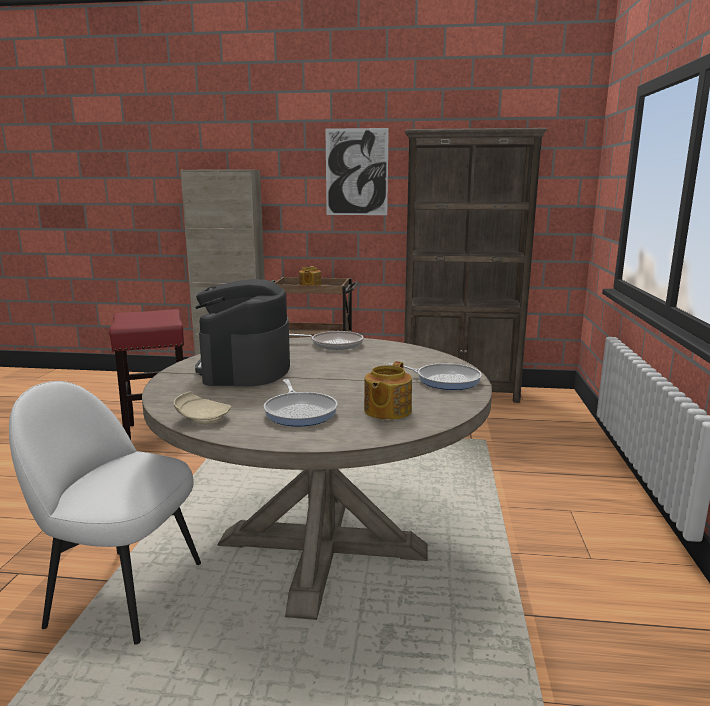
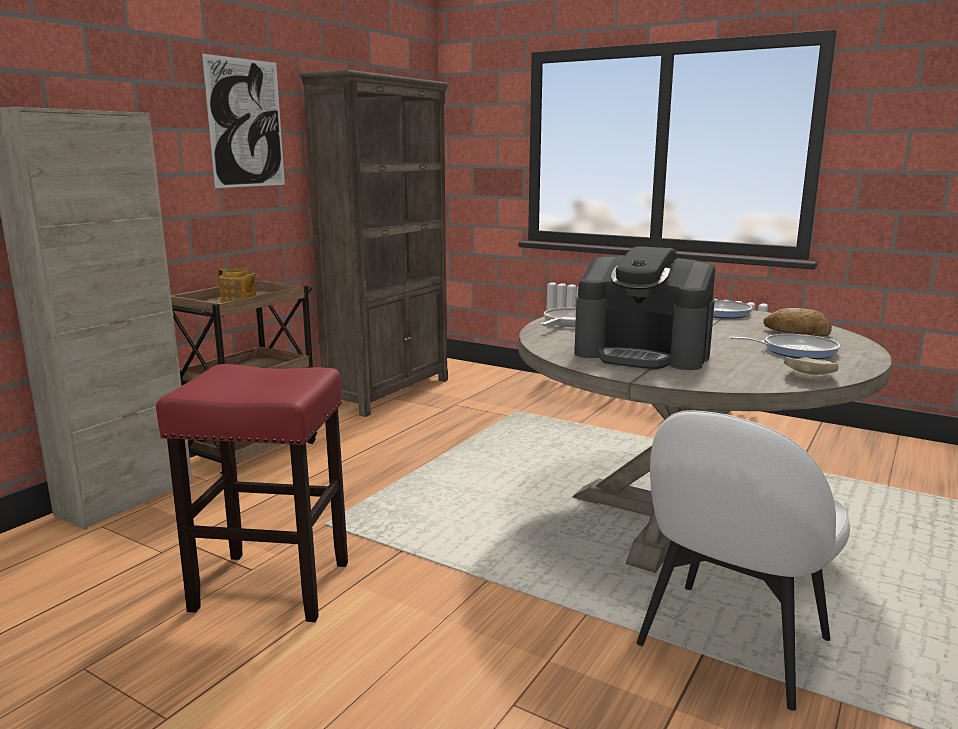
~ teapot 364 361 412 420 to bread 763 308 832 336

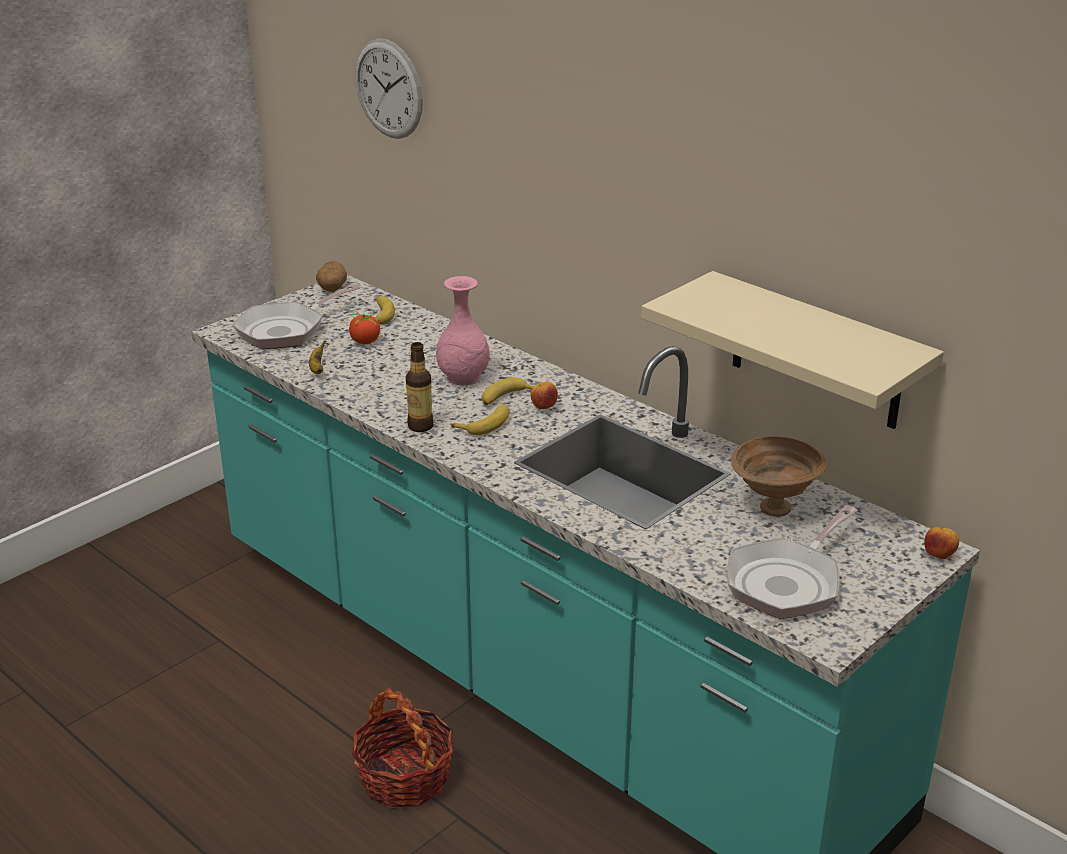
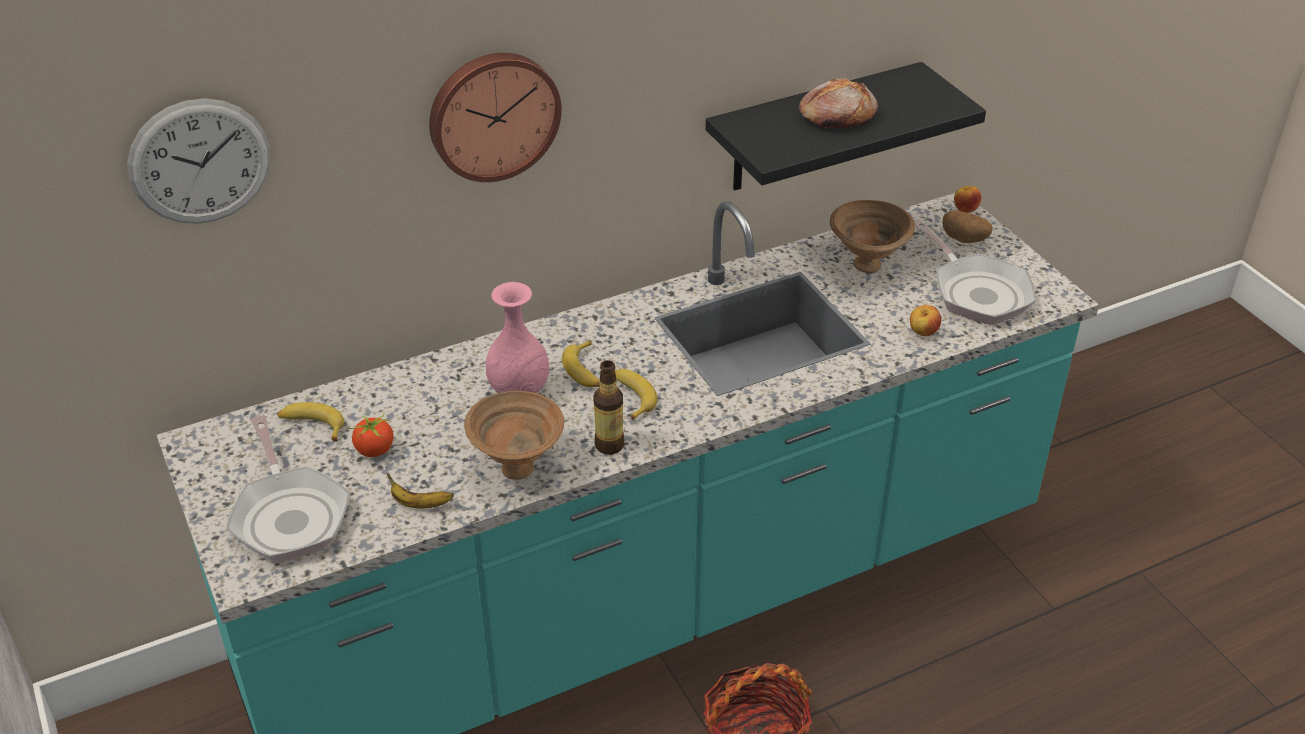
+ wall_clock 429 53 562 182
+ brown_bowl 464 391 564 480
~ beige_shelf 641 271 944 429 to black_shelf 706 62 986 190
+ bread 799 78 878 128
~ apple 530 382 558 409 to 910 305 941 336
~ potato 316 261 347 292 to 943 210 993 243

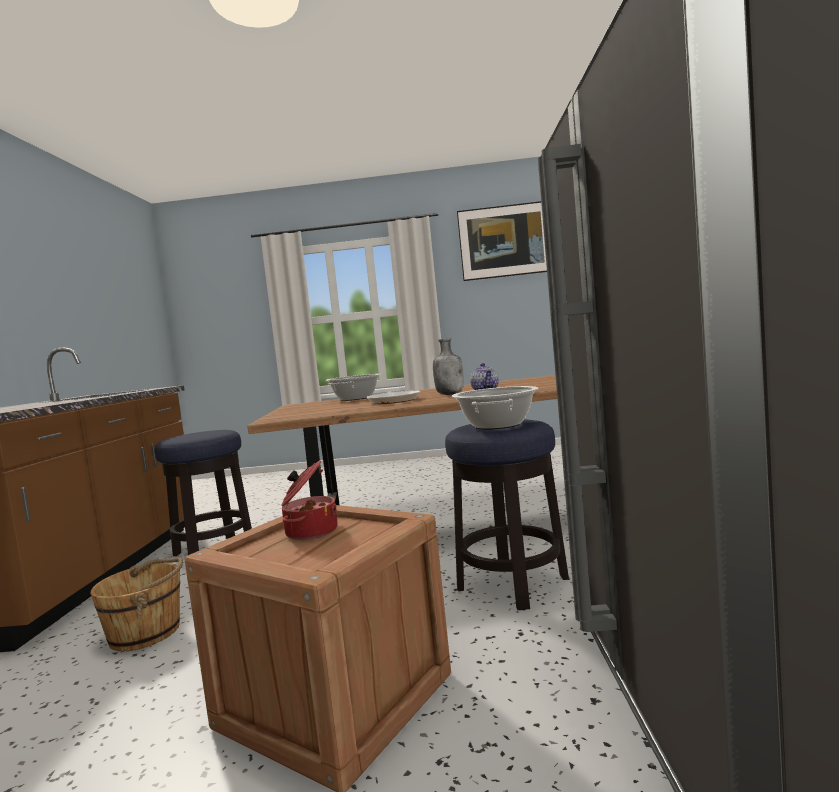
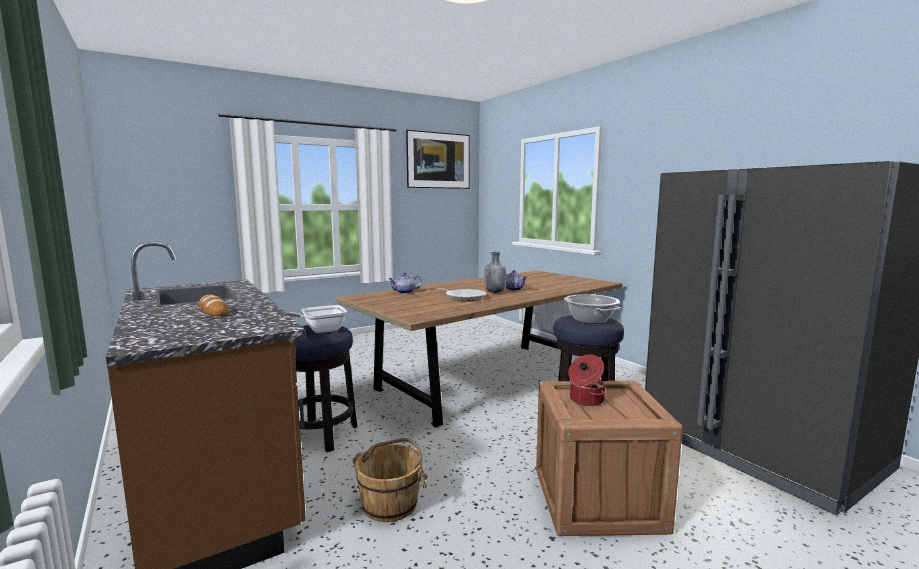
+ bread 199 295 228 316
+ frying_pan 285 305 347 333
~ cooking_pot 326 374 381 401 to teapot 388 273 422 294

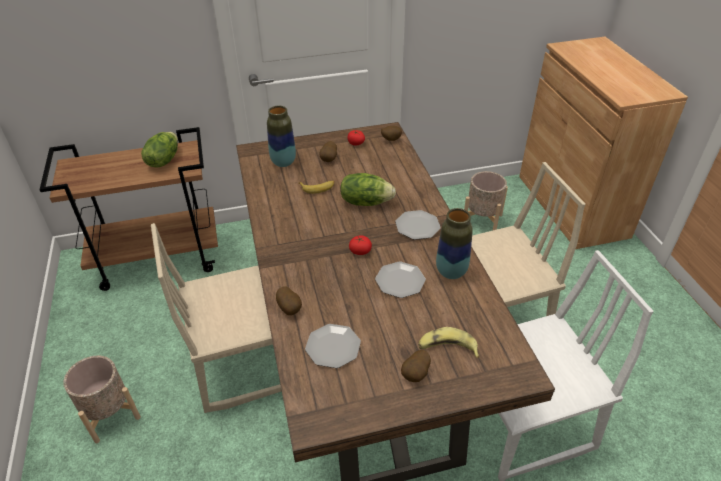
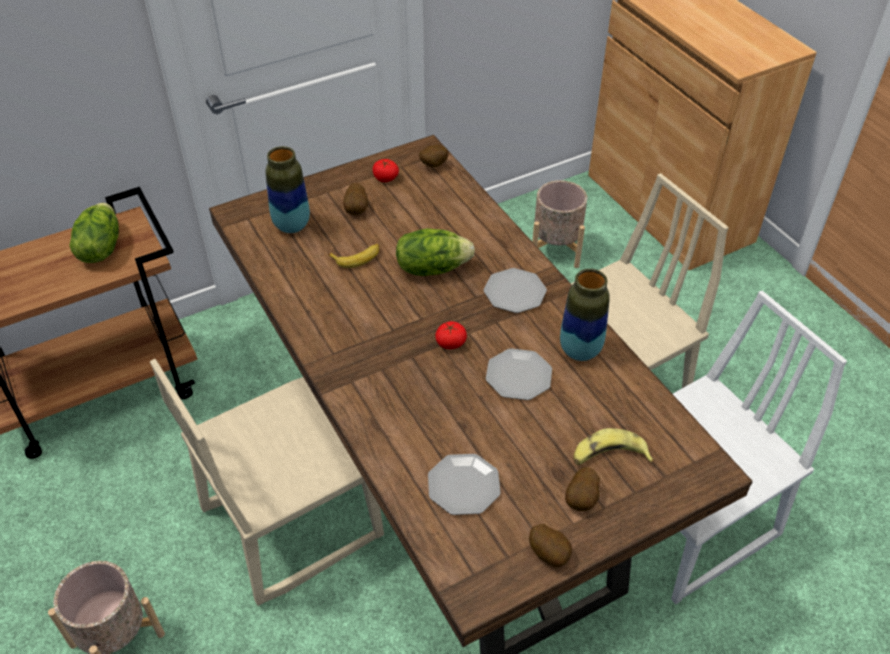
~ potato 276 287 302 315 to 529 524 572 567

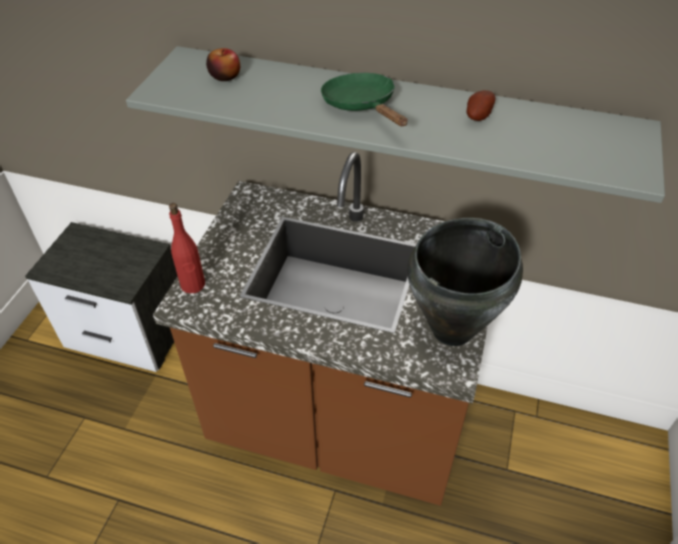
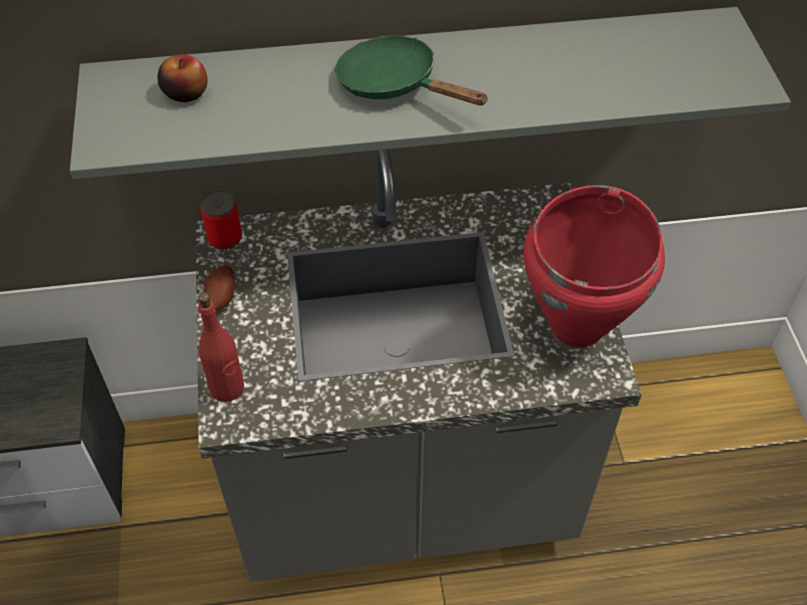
~ brown_counter 153 152 488 506 to grey_counter 195 149 642 581
+ can 200 190 242 250
~ potato 467 90 495 121 to 204 265 235 310
~ black_cooking_pot 407 218 523 346 to red_cooking_pot 523 185 665 348

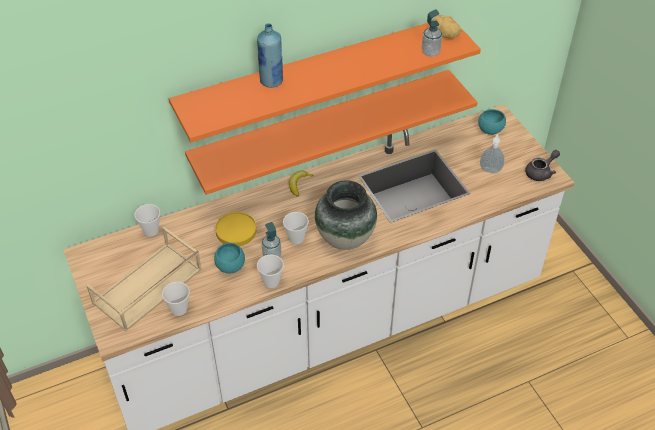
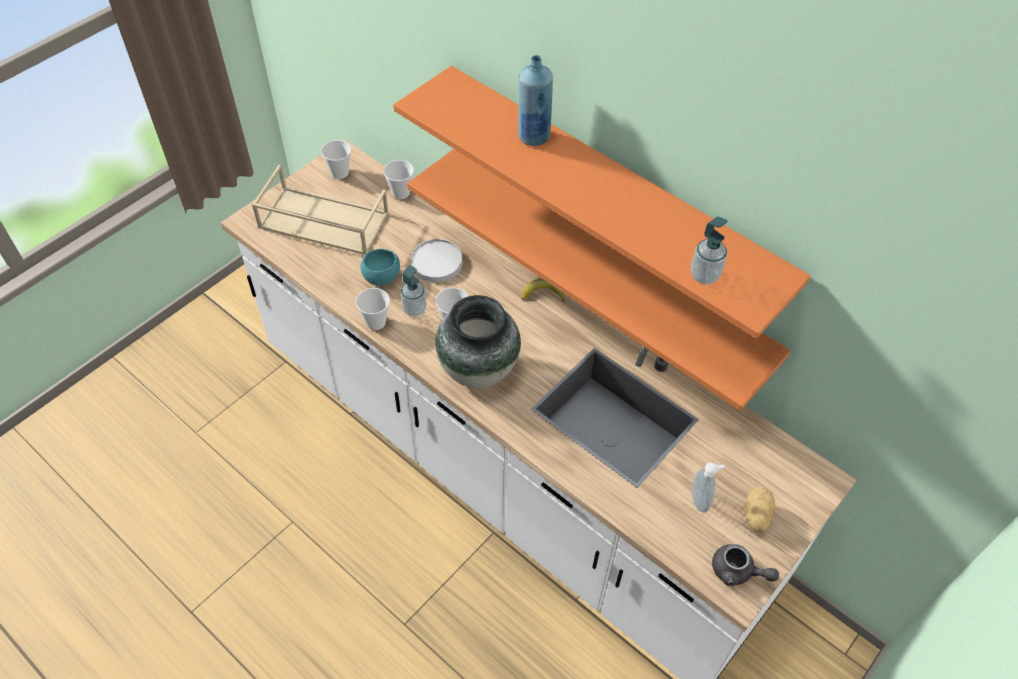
~ cup 162 282 190 316 to 321 140 351 179
~ yellow_plate 215 212 256 246 to white_plate 411 239 462 282
~ potato 432 15 462 38 to 744 487 775 532
- turquoise_bowl 478 109 506 135

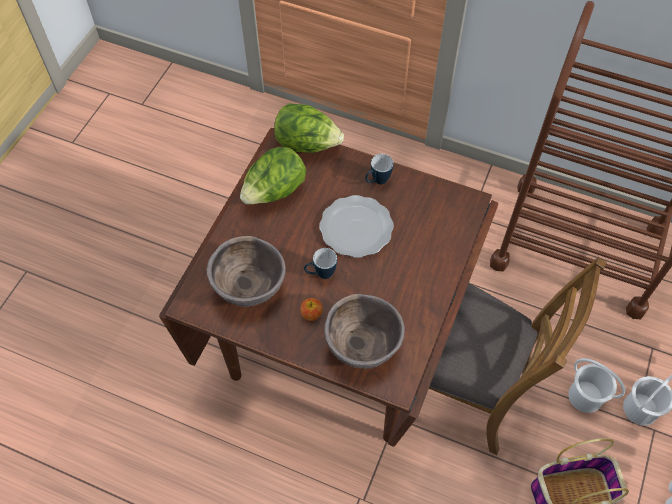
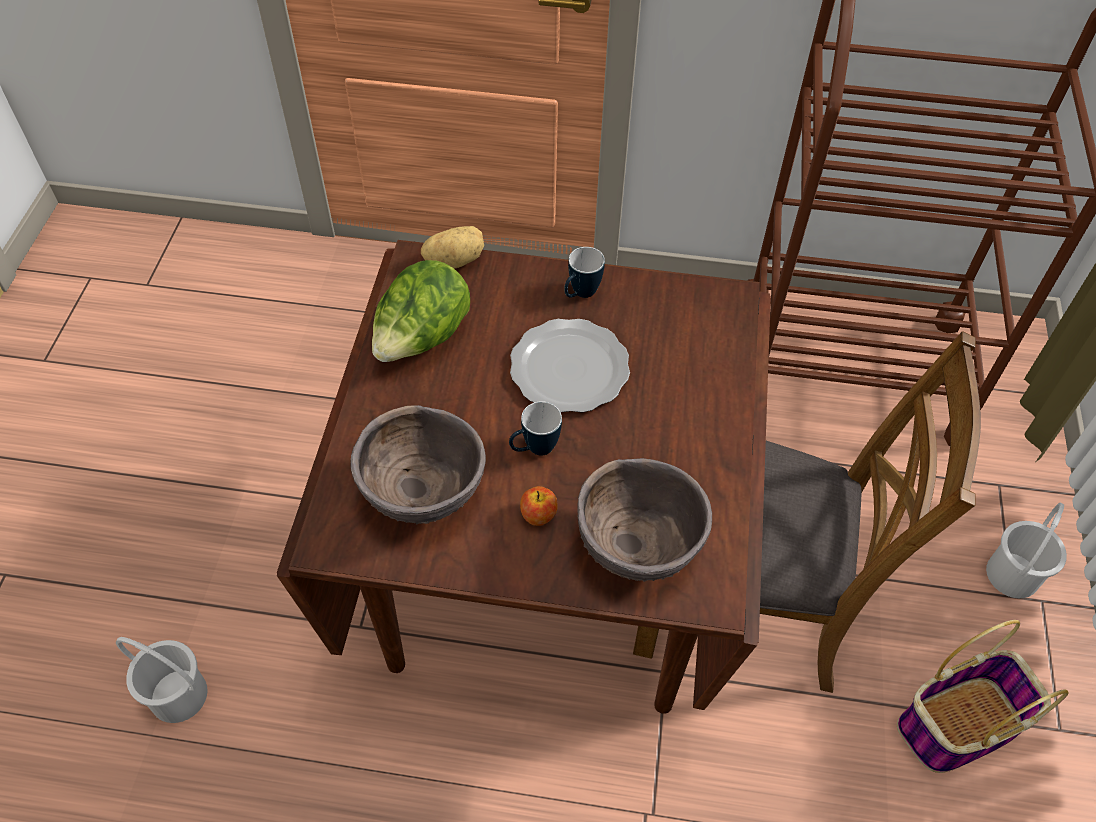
~ white_bucket 568 358 625 413 to 116 637 208 723
~ lettuce 274 103 344 153 to potato 421 226 484 269

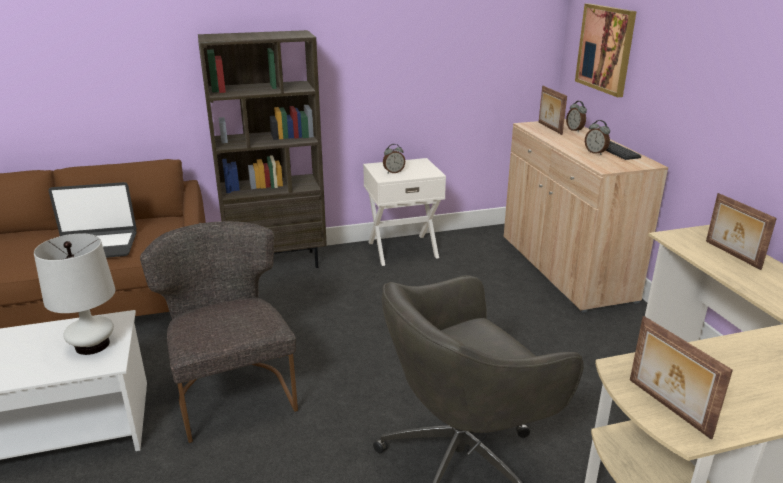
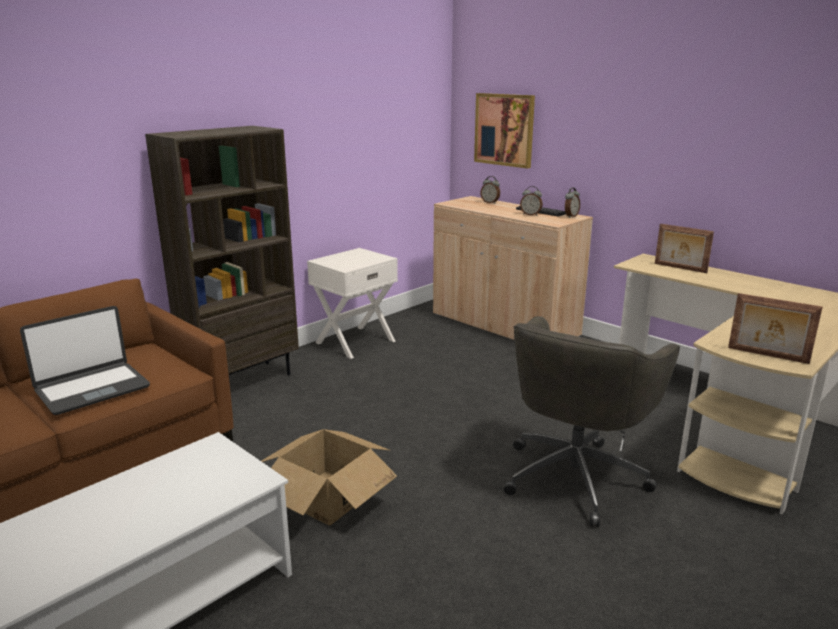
~ grey_chair 140 221 298 443 to cardboard_box 261 429 397 526
~ alarm_clock 383 144 405 173 to 565 188 580 218
- white_table_lamp 34 234 115 355
- picture_frame 538 86 567 135

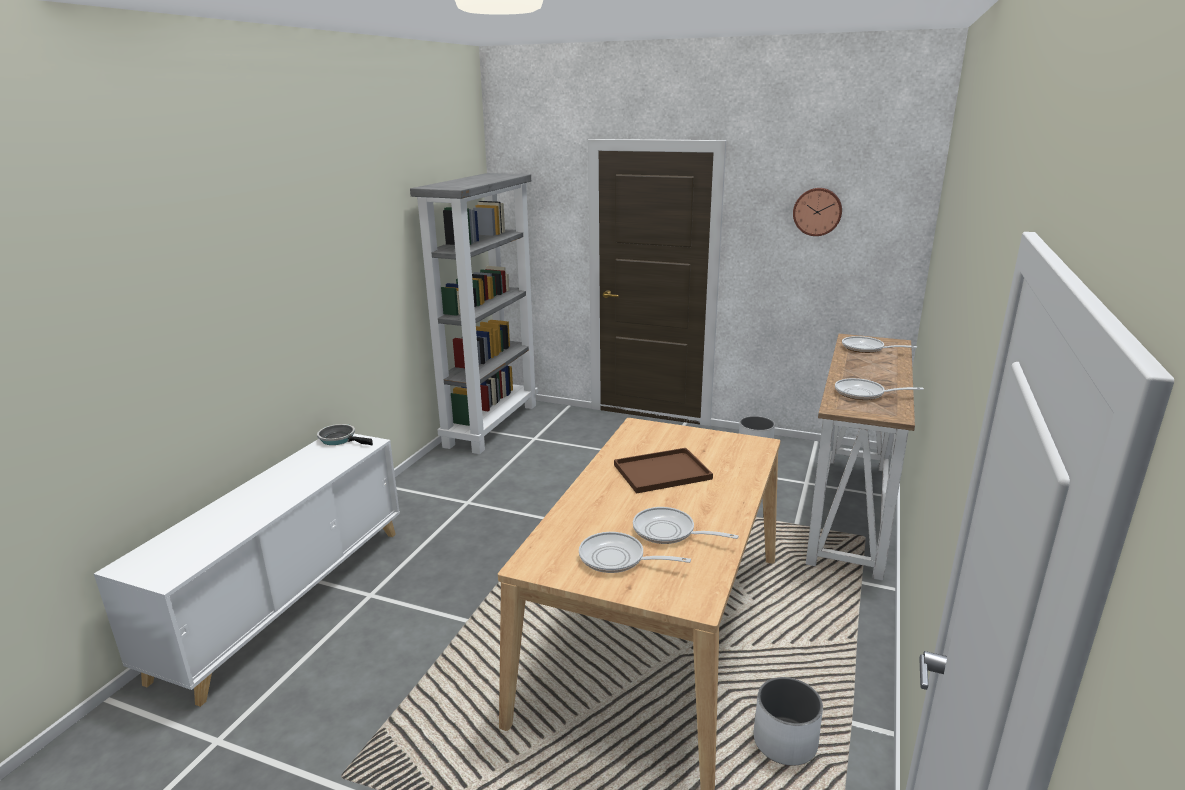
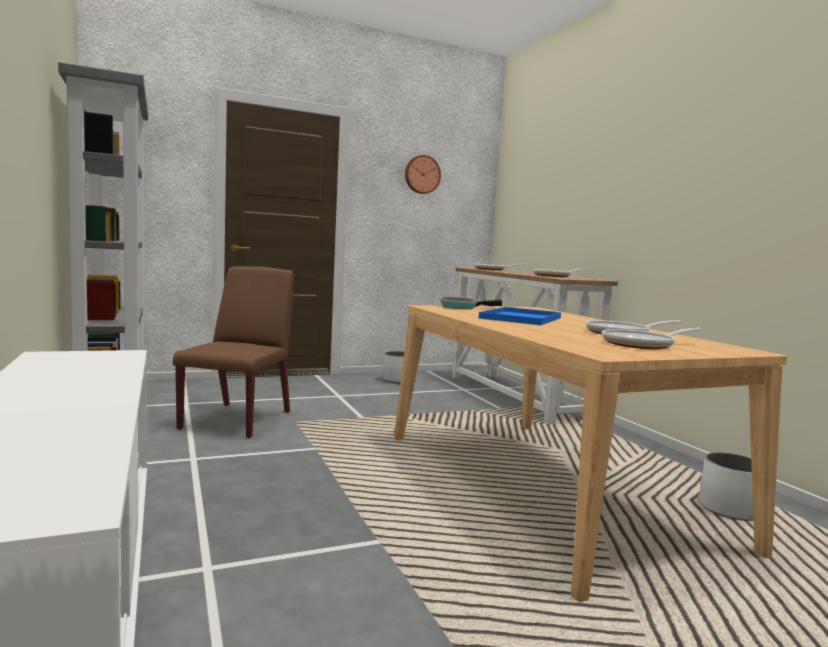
+ brown_chair 173 266 294 438
~ frying_pan 317 424 373 445 to 439 297 502 309
~ brown_tray 614 448 713 494 to blue_tray 479 307 561 325

